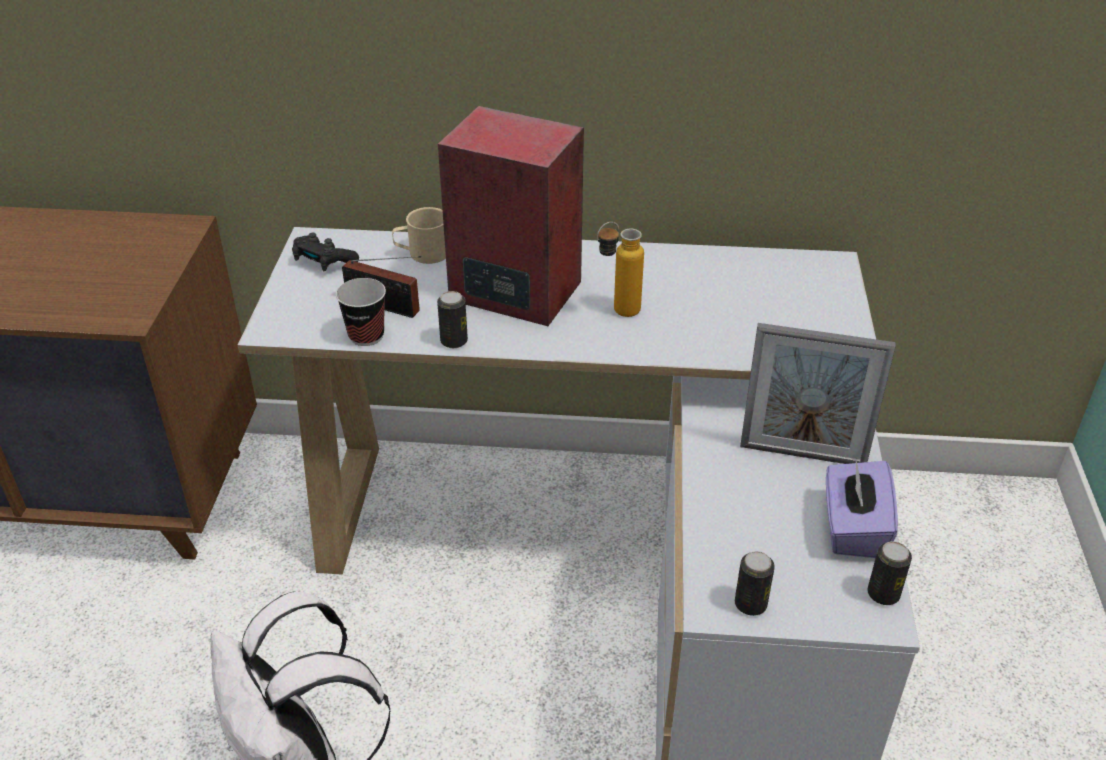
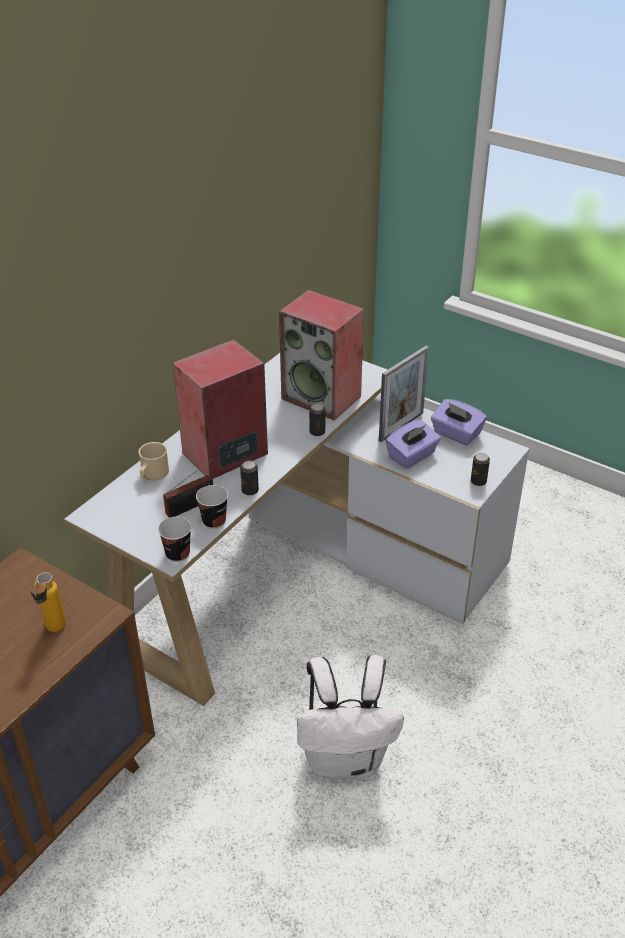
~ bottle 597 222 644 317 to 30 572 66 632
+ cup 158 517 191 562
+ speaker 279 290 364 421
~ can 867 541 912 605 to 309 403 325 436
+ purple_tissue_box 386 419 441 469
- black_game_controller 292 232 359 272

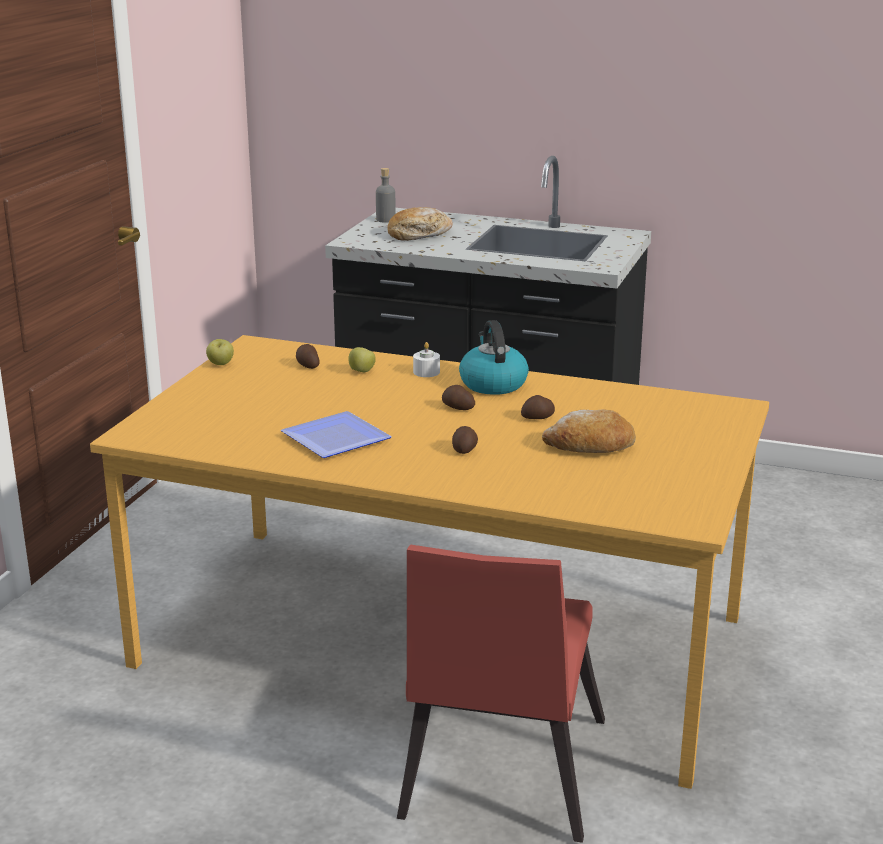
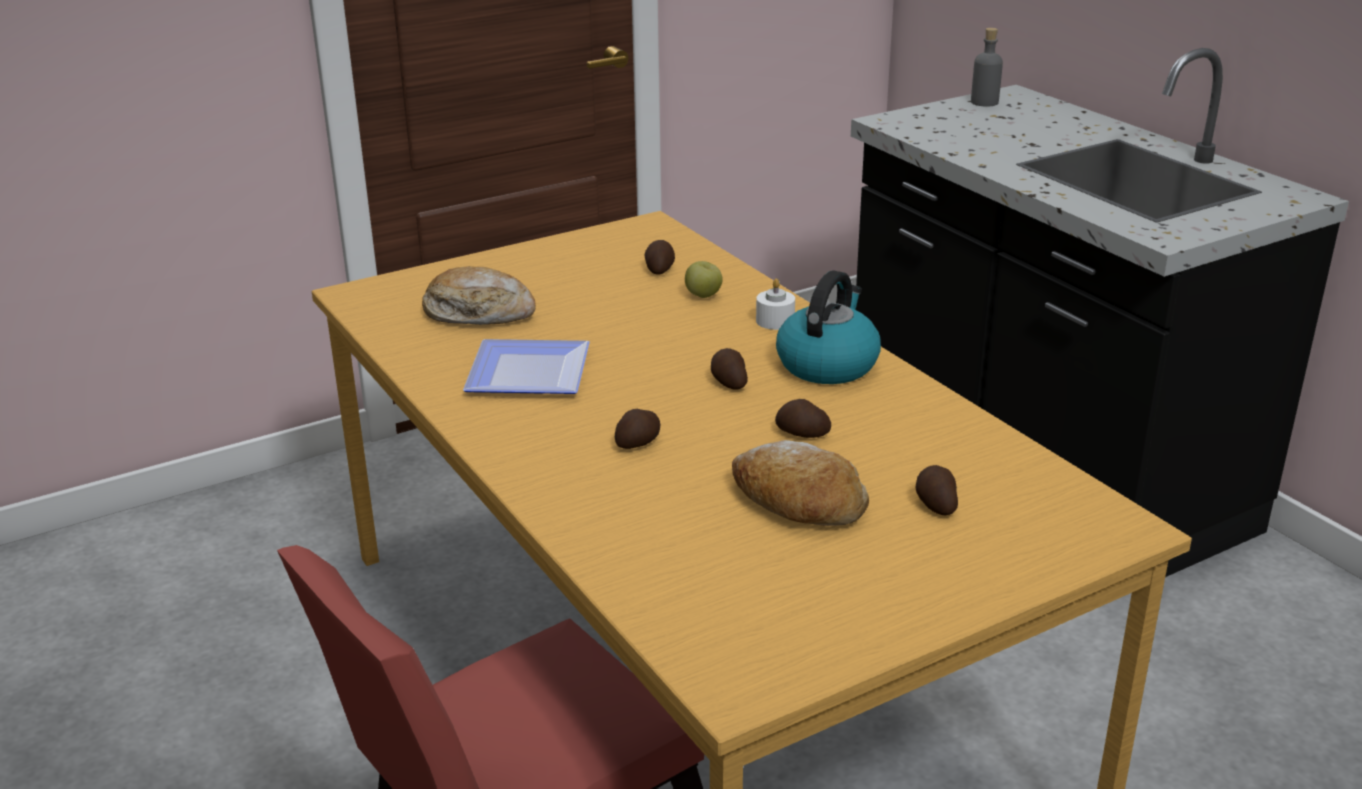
~ bread 388 207 453 241 to 422 266 536 325
+ potato 916 465 958 515
- apple 206 339 234 365

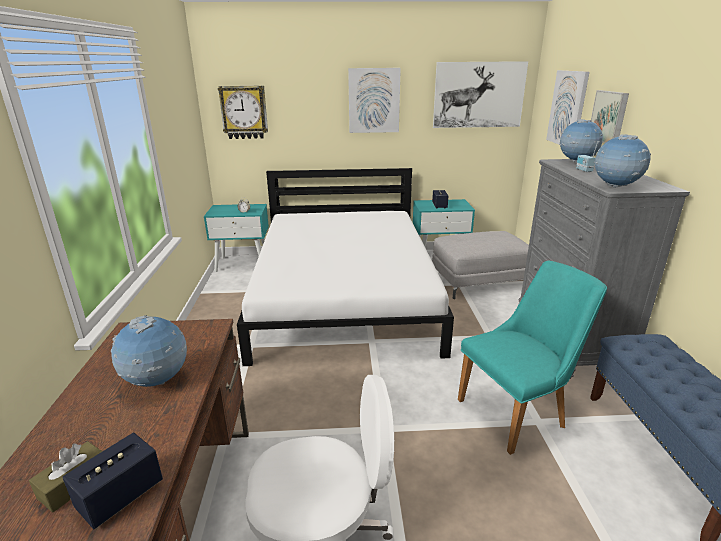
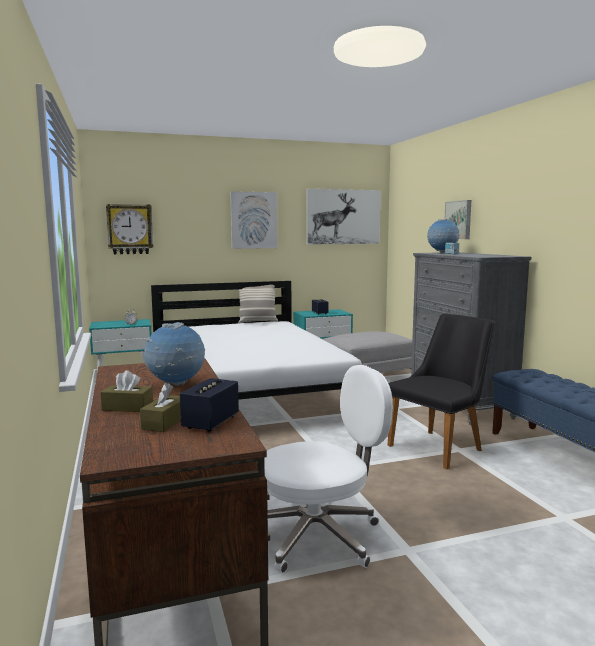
+ brown_tissue_box 100 370 153 412
+ pillow 238 285 278 323
~ turquoise_chair 458 261 607 455 to black_chair 388 313 494 469
- picture 546 70 590 144
- globe 594 134 651 188

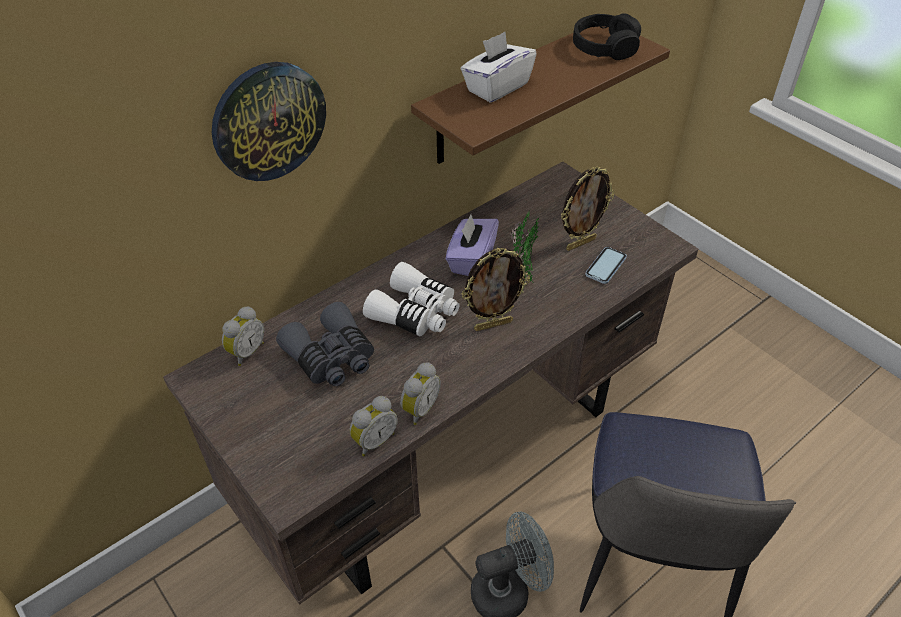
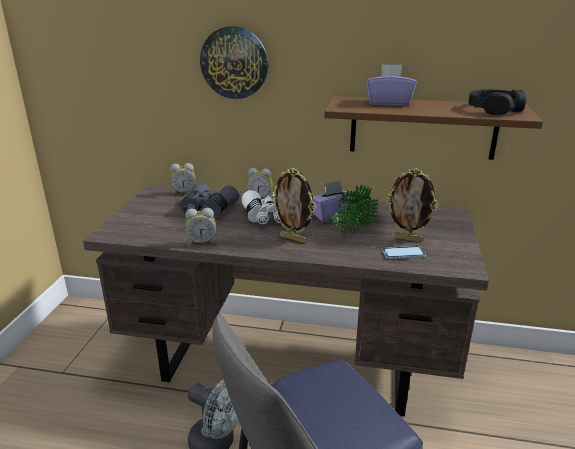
~ alarm_clock 350 396 398 456 to 246 168 273 198
~ white_tissue_box 461 32 537 103 to purple_tissue_box 366 64 417 106

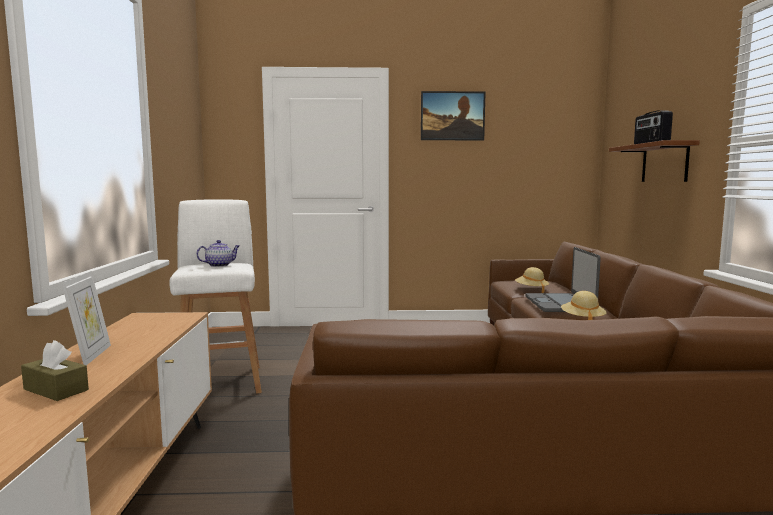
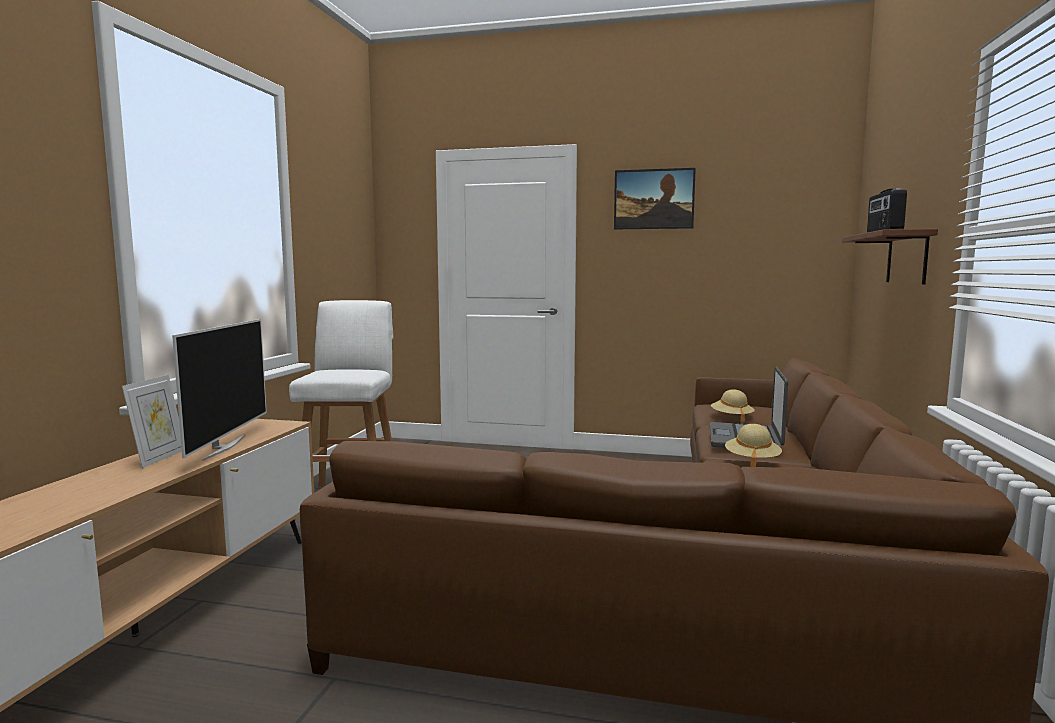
+ television 172 319 267 461
- brown_tissue_box 21 340 89 401
- teapot 196 240 240 267

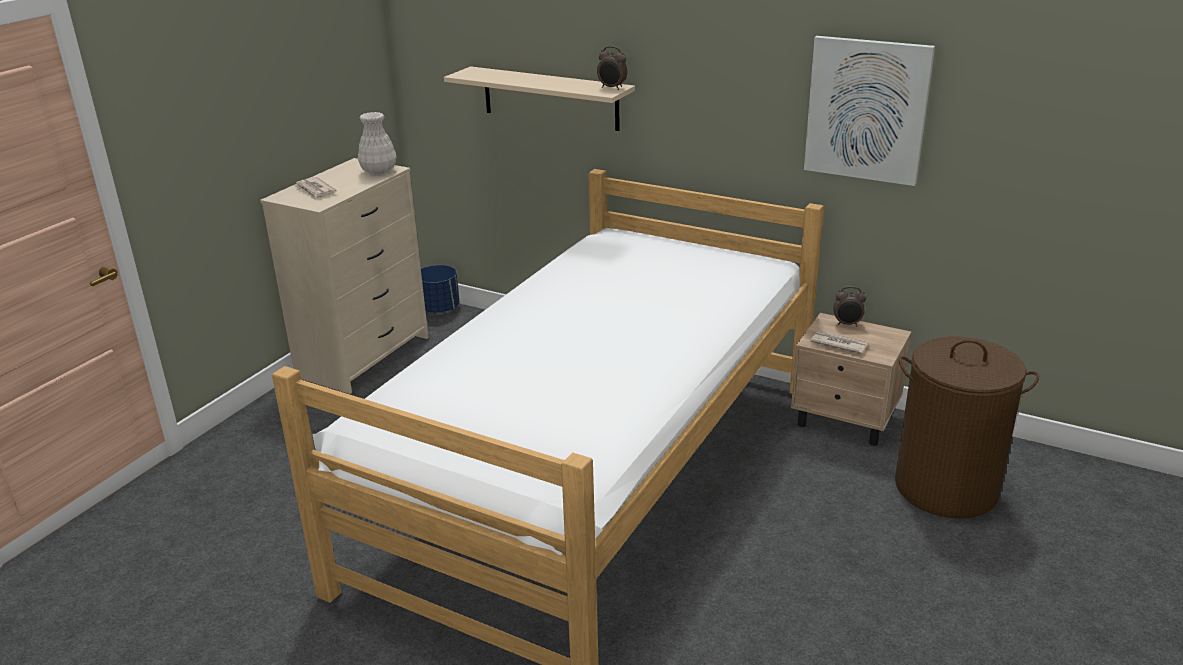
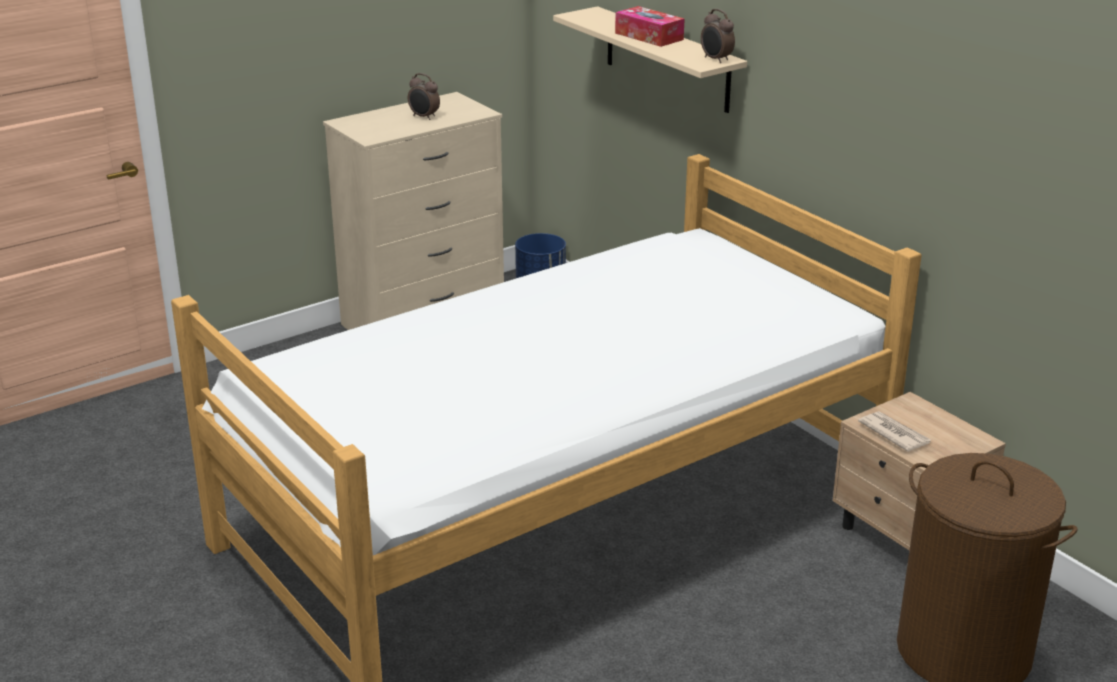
~ alarm_clock 833 286 866 326 to 408 73 440 120
+ tissue_box 615 6 684 47
- newspaper 293 177 337 200
- white_vase 358 112 397 175
- picture 804 36 935 186

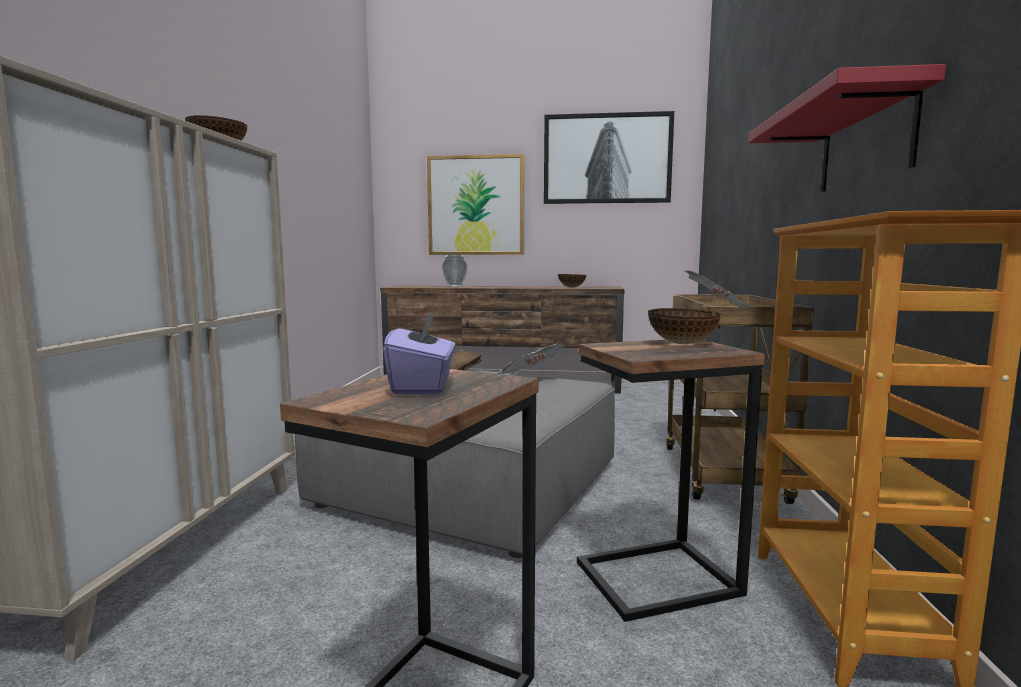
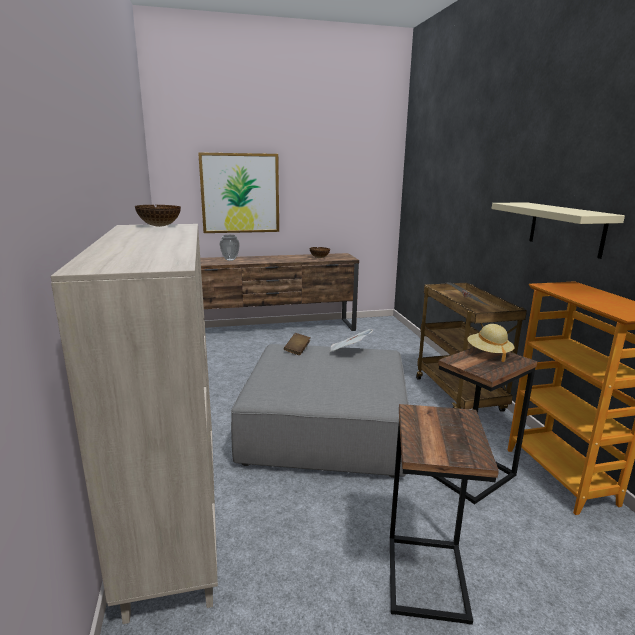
~ bowl 648 308 721 344 to beige_hat 467 324 515 362
~ red_shelf 748 64 946 192 to beige_shelf 492 203 625 259
- purple_tissue_box 383 312 455 395
- picture 544 111 674 204

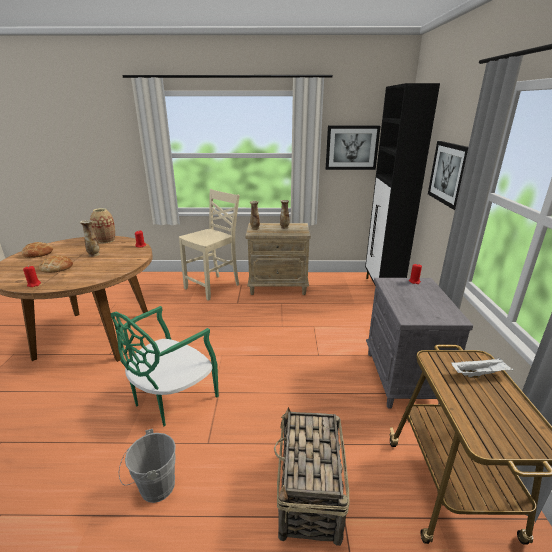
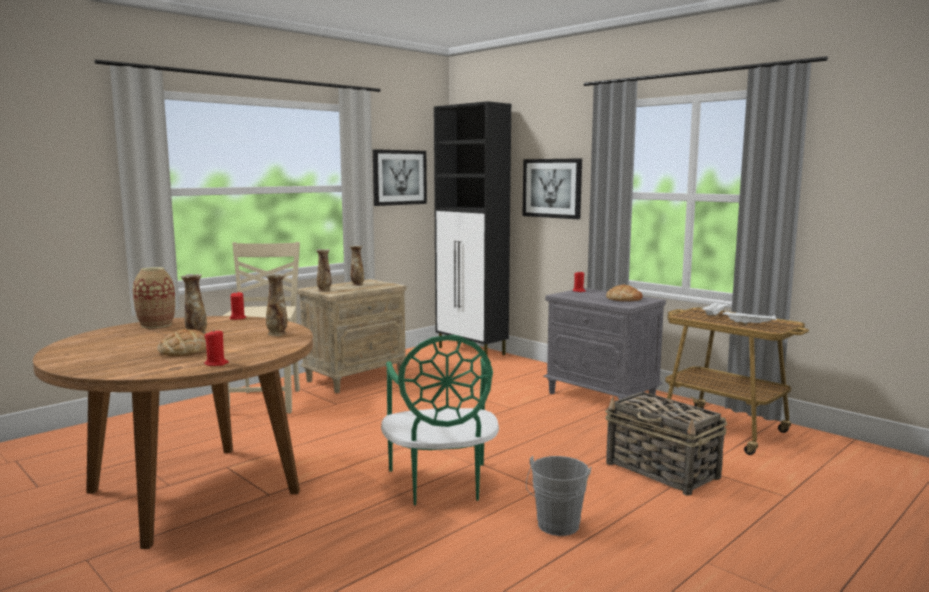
+ vase 266 273 287 336
~ bread 22 242 53 258 to 606 285 643 302
+ white_tray 723 311 777 325

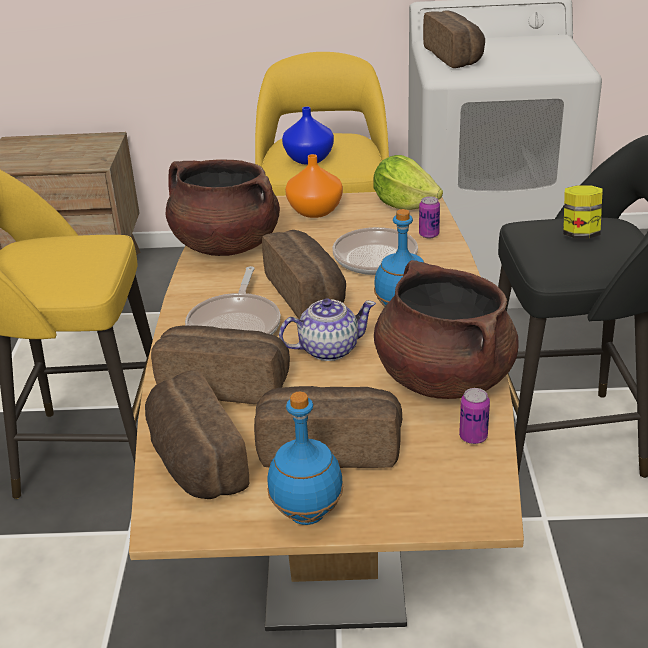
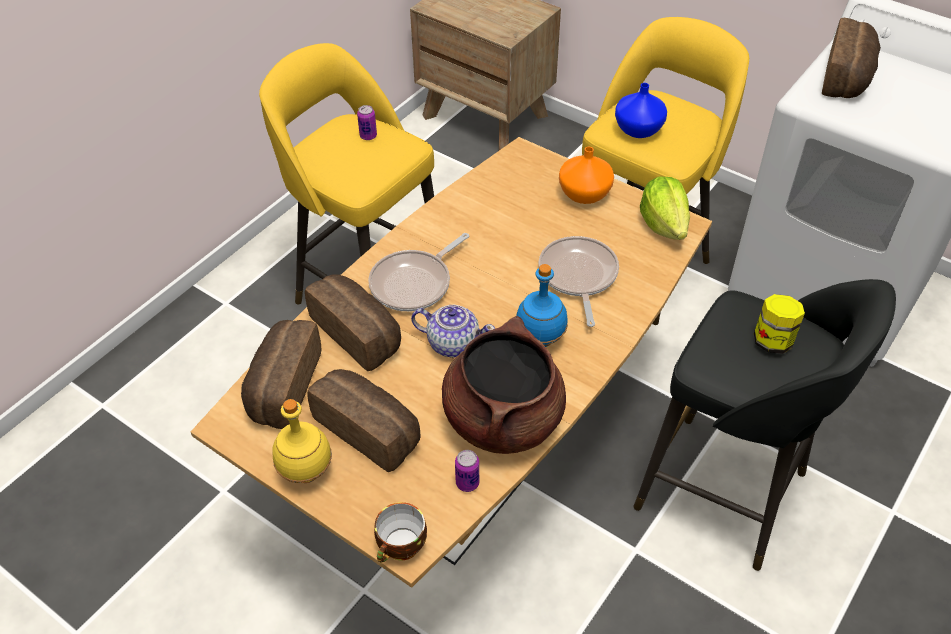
~ blue_bottle 267 392 343 525 to yellow_bottle 272 399 332 483
~ can 419 196 440 238 to 357 105 377 140
+ cup 374 502 427 562
- brown_cooking_pot 166 159 280 256
- bread 262 230 346 320

